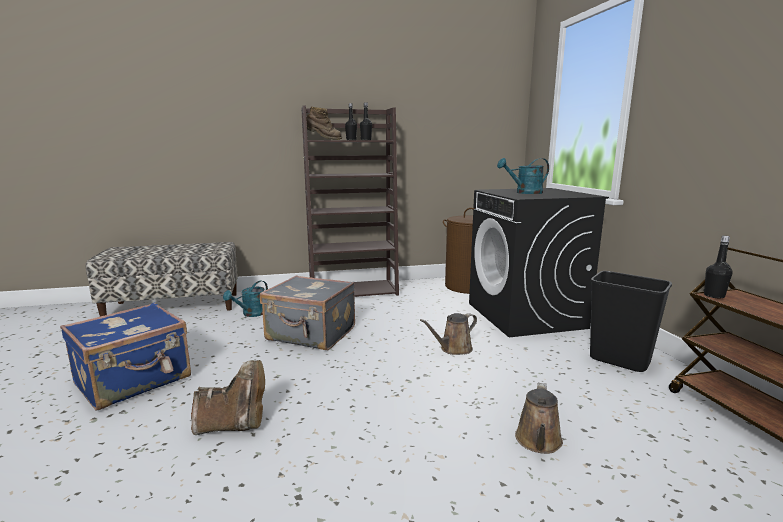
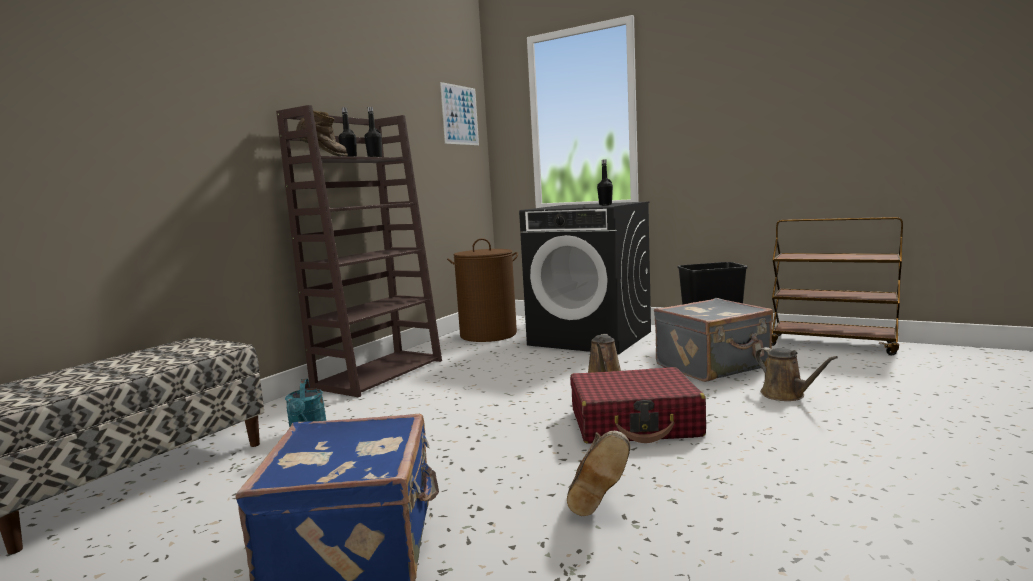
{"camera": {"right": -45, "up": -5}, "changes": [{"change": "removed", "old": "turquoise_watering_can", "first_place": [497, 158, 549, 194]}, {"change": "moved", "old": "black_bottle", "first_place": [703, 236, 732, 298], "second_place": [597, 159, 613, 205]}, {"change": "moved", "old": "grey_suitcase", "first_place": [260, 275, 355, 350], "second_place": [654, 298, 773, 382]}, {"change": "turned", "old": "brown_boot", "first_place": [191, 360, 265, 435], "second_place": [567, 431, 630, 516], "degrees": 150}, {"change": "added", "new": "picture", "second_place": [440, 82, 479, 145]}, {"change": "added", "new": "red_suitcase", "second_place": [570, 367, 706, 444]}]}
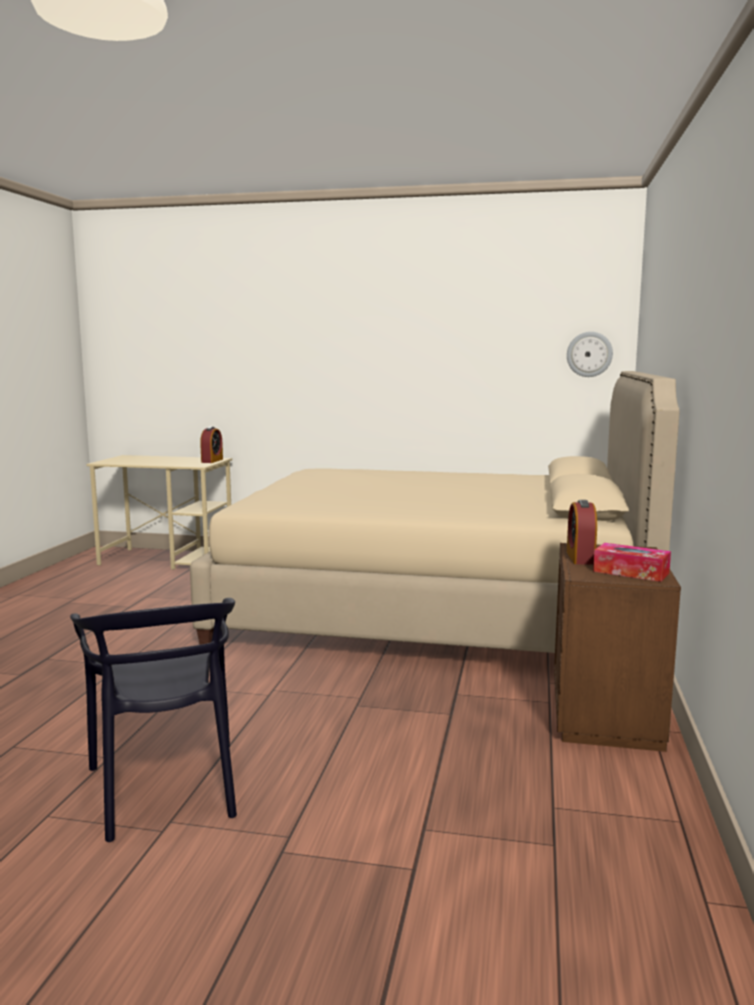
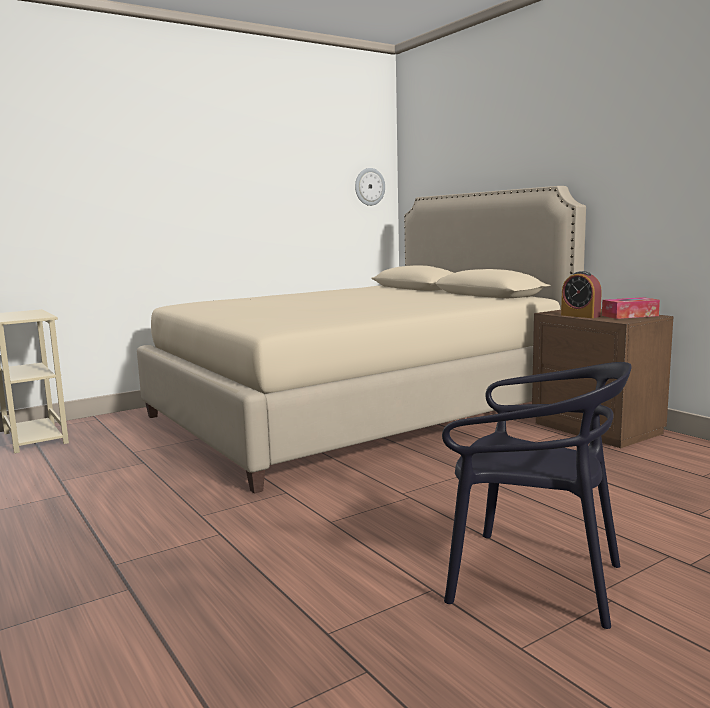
{"camera": {"right": -45, "up": 0}, "changes": [{"change": "removed", "old": "alarm_clock", "first_place": [200, 427, 223, 463]}]}
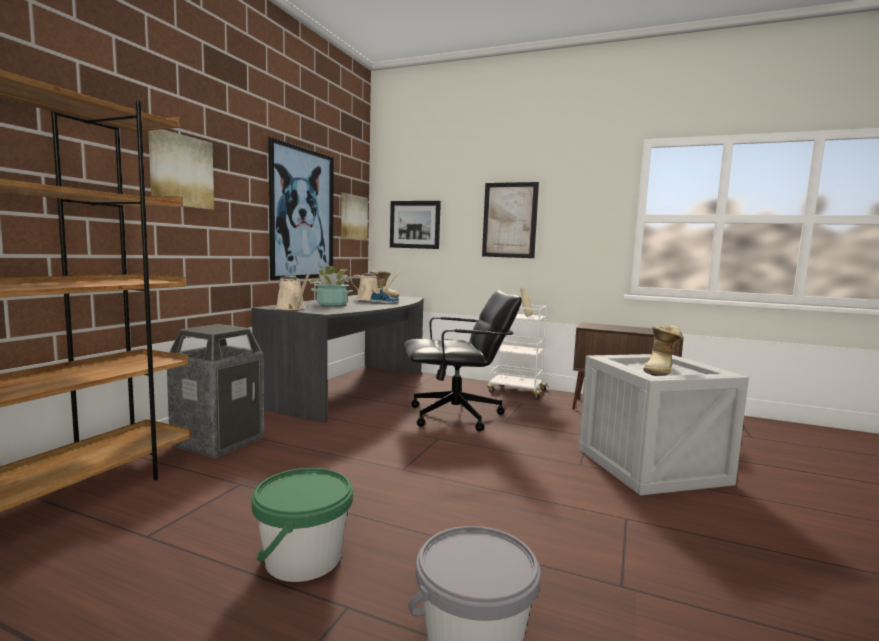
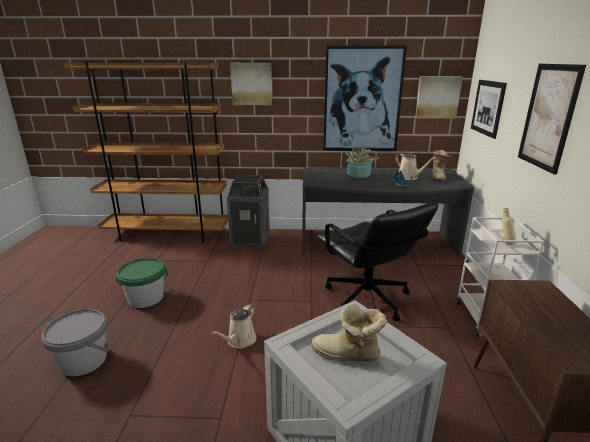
{"camera": {"right": 70, "up": 15}, "changes": [{"change": "moved", "old": "beige_watering_can", "first_place": [276, 274, 310, 310], "second_place": [212, 304, 257, 349]}]}
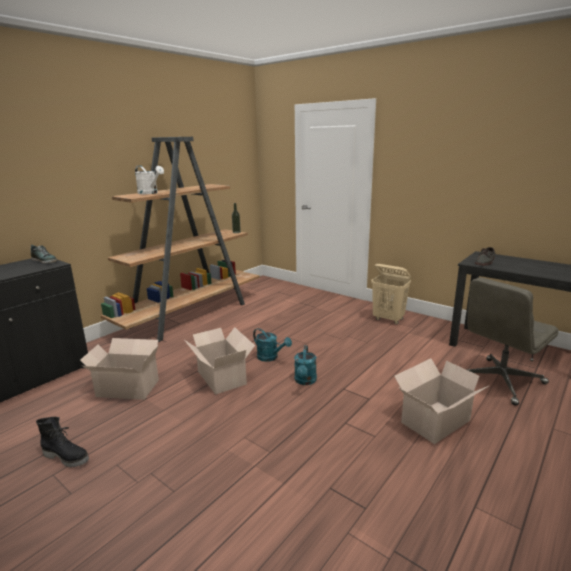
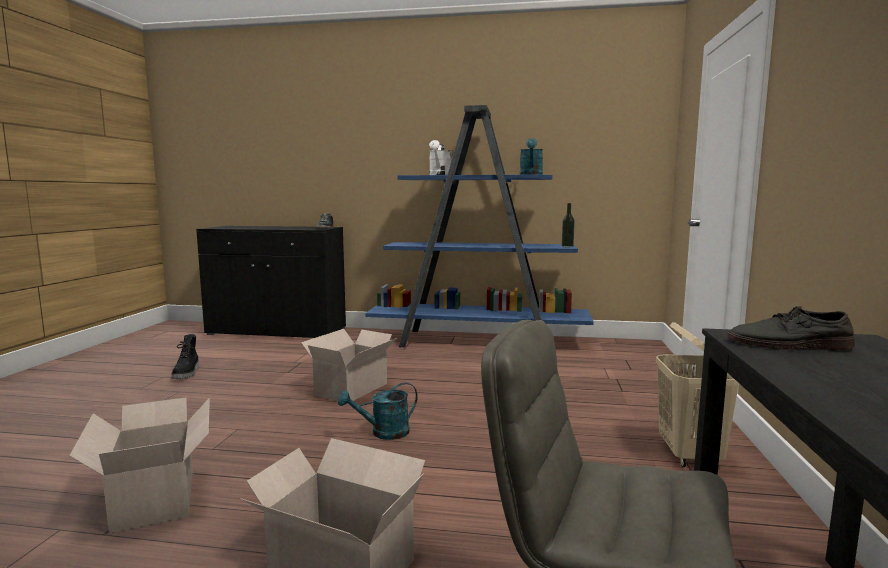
{"camera": {"right": 60, "up": -10}, "changes": [{"change": "recoloured", "old": "brown_bookcase", "new": "blue_bookcase", "first_place": [101, 137, 260, 342], "second_place": [365, 105, 594, 348]}, {"change": "moved", "old": "turquoise_watering_can", "first_place": [253, 328, 292, 362], "second_place": [520, 138, 543, 175]}, {"change": "moved", "old": "cardboard_box", "first_place": [80, 338, 159, 400], "second_place": [69, 398, 210, 533]}]}
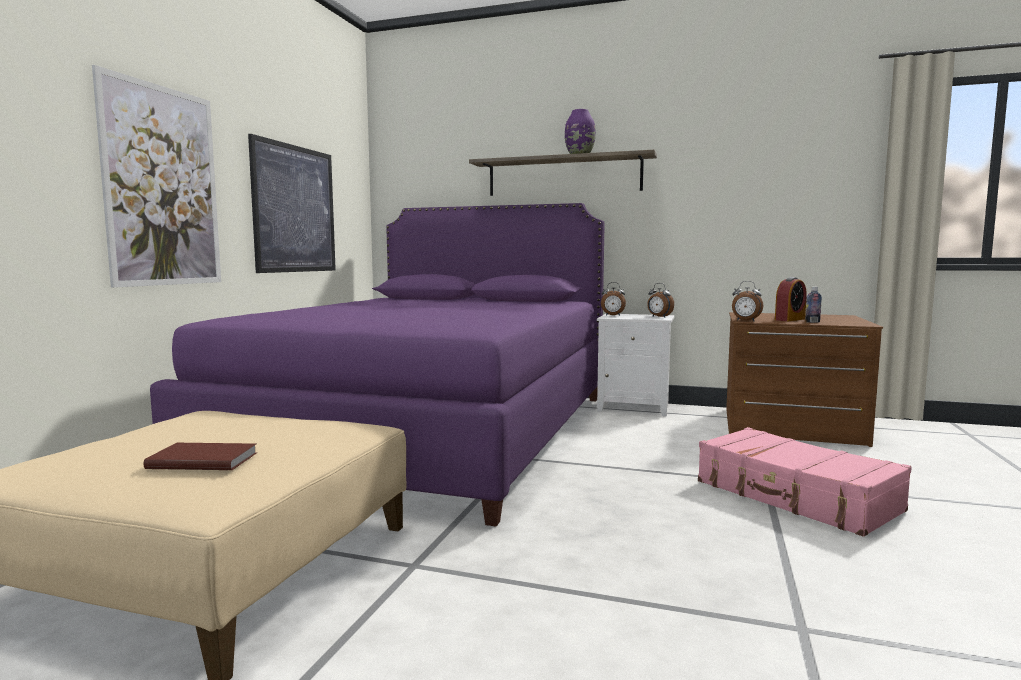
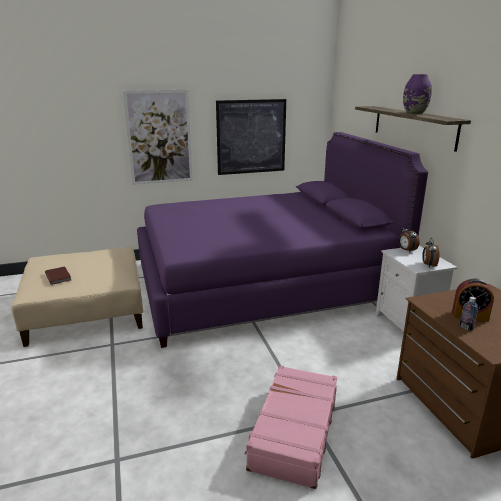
{"camera": {"right": 55, "up": 15}, "changes": [{"change": "removed", "old": "alarm_clock", "first_place": [732, 281, 763, 321]}]}
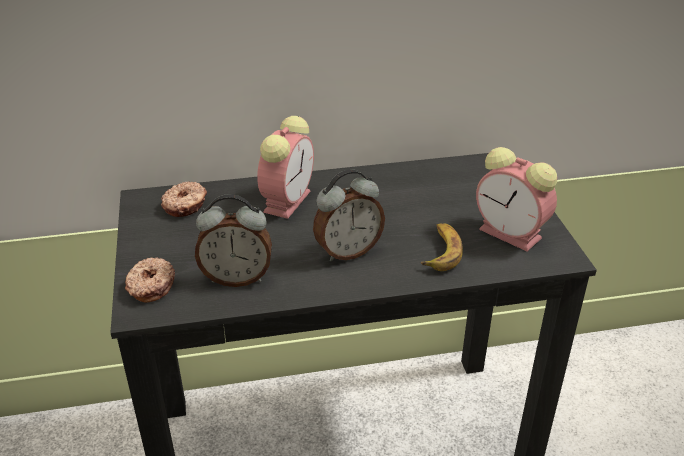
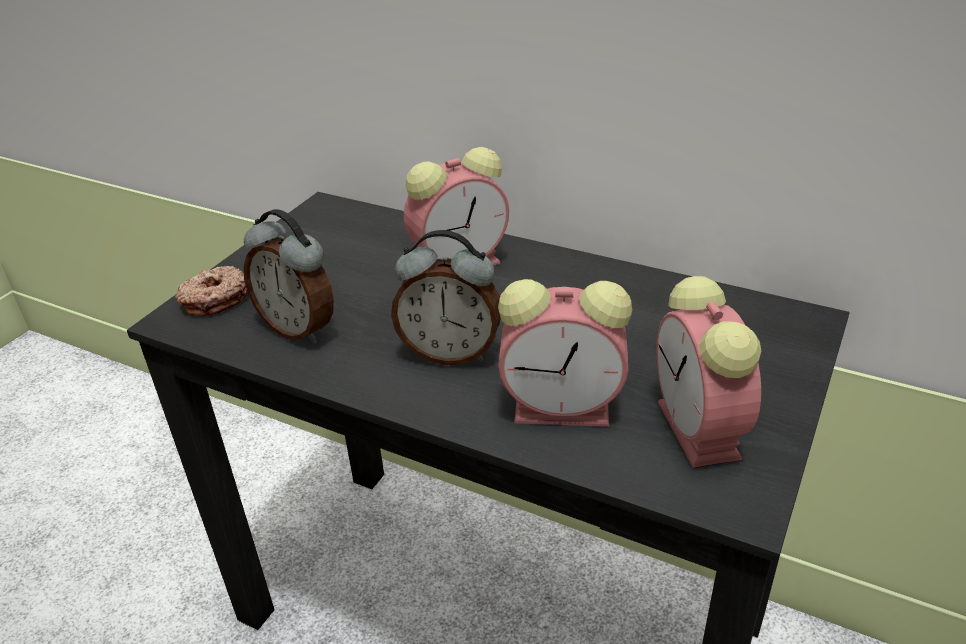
{"camera": {"right": 40, "up": 0}, "changes": [{"change": "removed", "old": "donut", "first_place": [161, 181, 207, 217]}, {"change": "replaced", "old": "banana", "new": "alarm_clock", "first_place": [421, 223, 463, 271], "second_place": [498, 279, 632, 427]}]}
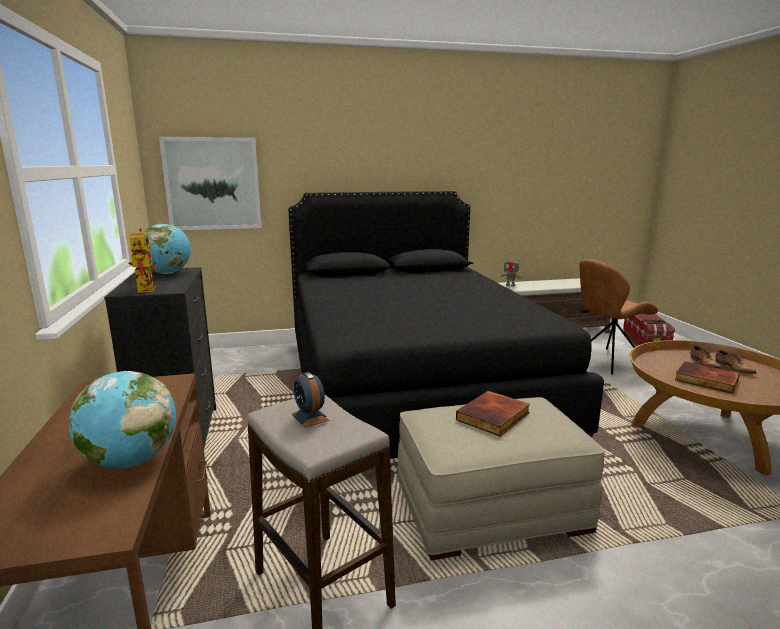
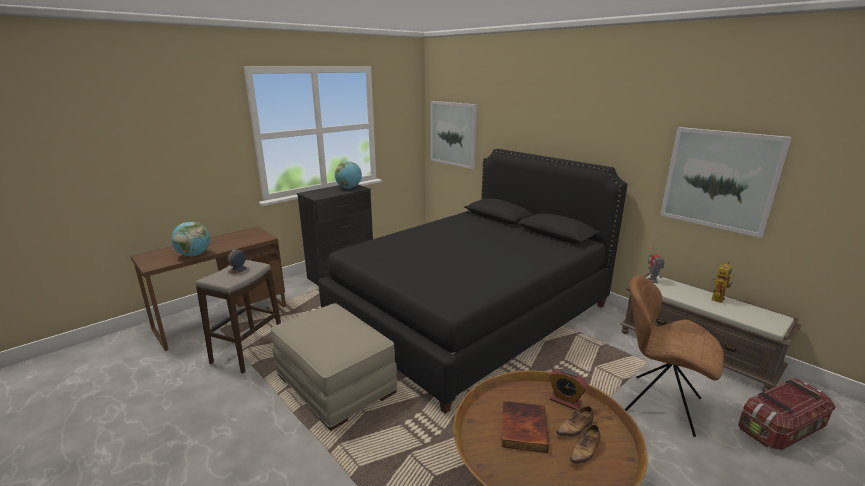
{"camera": {"right": 60, "up": 5}, "changes": [{"change": "moved", "old": "toy_robot", "first_place": [128, 228, 158, 293], "second_place": [711, 262, 733, 303]}, {"change": "removed", "old": "book", "first_place": [456, 391, 530, 436]}, {"change": "added", "new": "picture", "second_place": [660, 127, 791, 238]}, {"change": "added", "new": "alarm_clock", "second_place": [549, 369, 588, 410]}]}
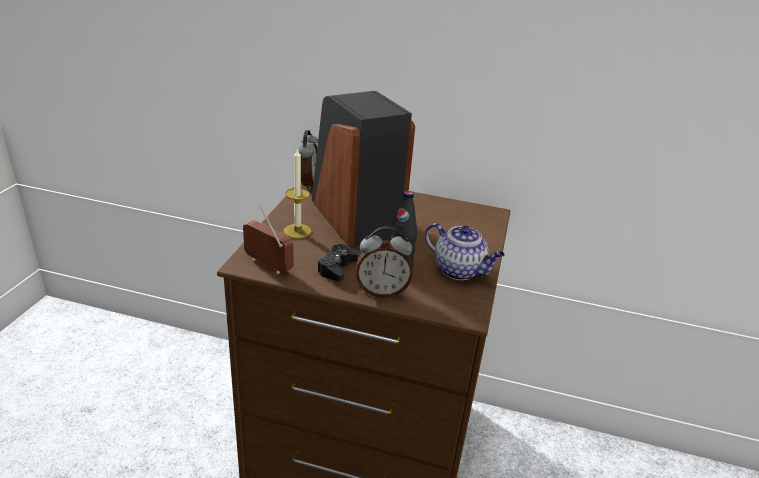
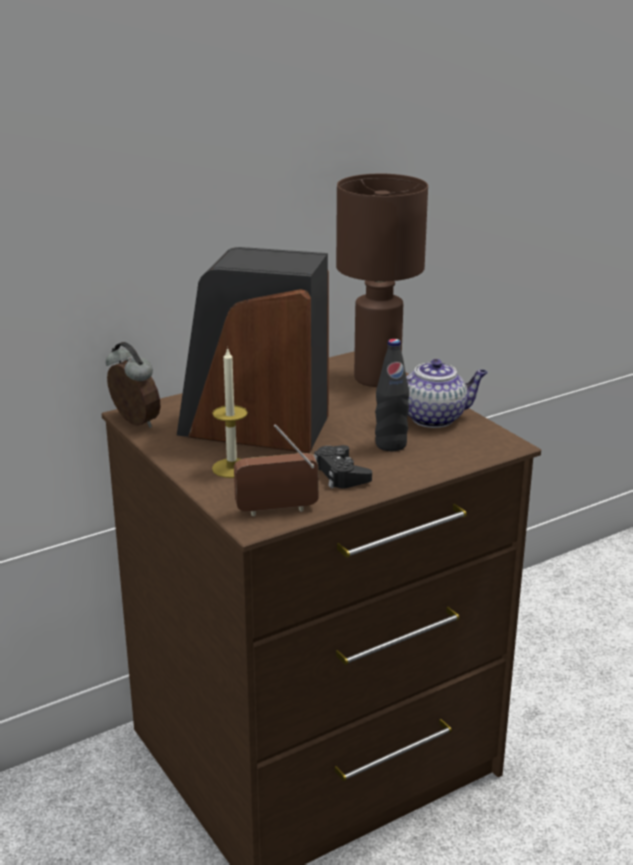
{"camera": {"right": -45, "up": -5}, "changes": [{"change": "removed", "old": "alarm_clock", "first_place": [356, 227, 413, 298]}, {"change": "added", "new": "brown_table_lamp", "second_place": [336, 174, 428, 387]}]}
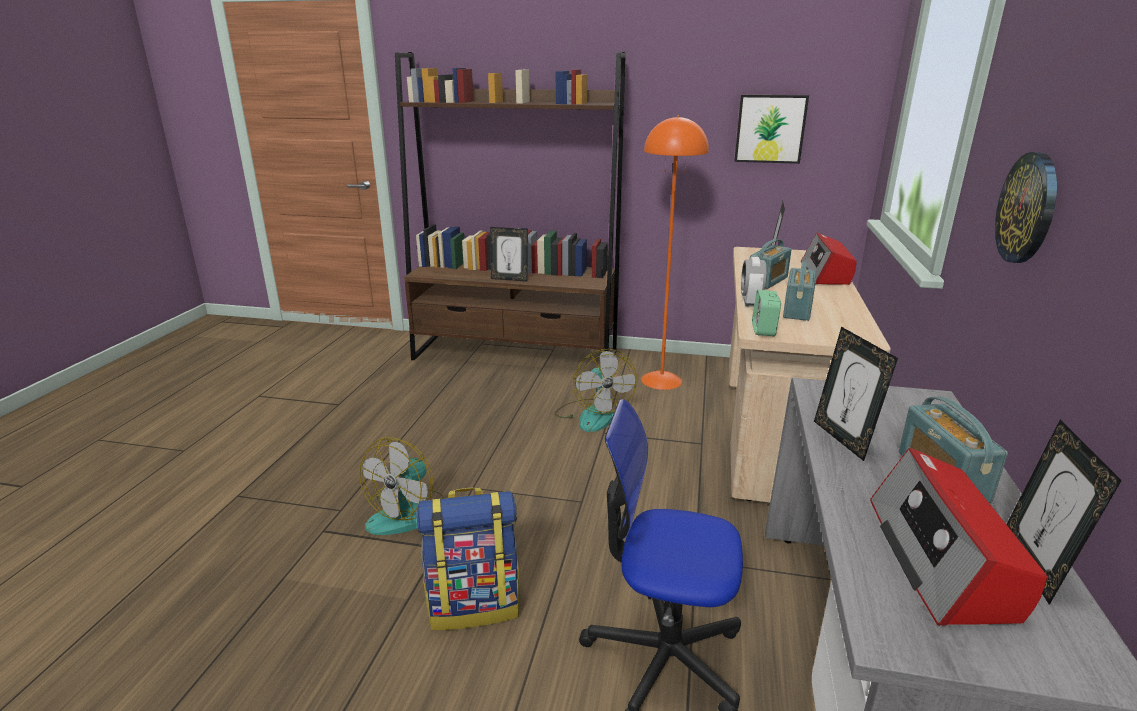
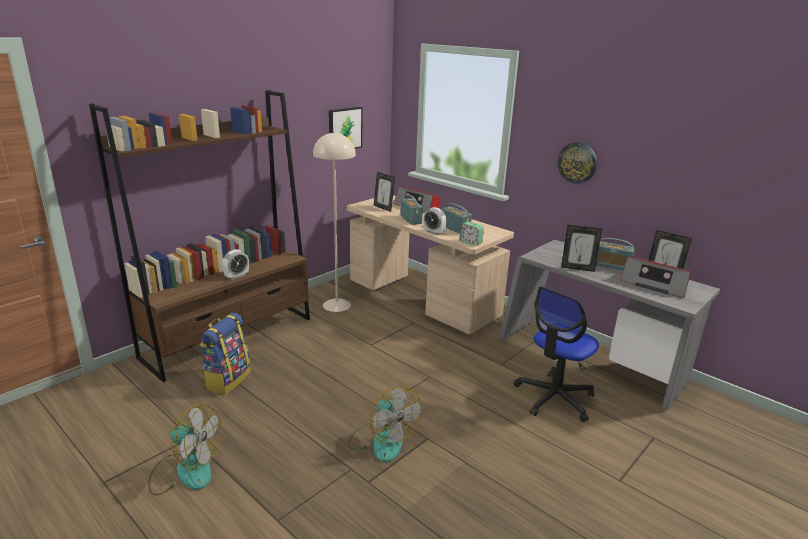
{"camera": {"right": -60, "up": 0}, "changes": [{"change": "recoloured", "old": "orange_floor_lamp", "new": "beige_floor_lamp", "first_place": [641, 115, 709, 390], "second_place": [313, 132, 356, 312]}, {"change": "replaced", "old": "picture_frame", "new": "alarm_clock", "first_place": [490, 227, 528, 282], "second_place": [222, 249, 249, 280]}, {"change": "moved", "old": "fan", "first_place": [555, 349, 637, 432], "second_place": [148, 403, 222, 495]}, {"change": "moved", "old": "backpack", "first_place": [416, 488, 519, 630], "second_place": [200, 313, 251, 395]}]}
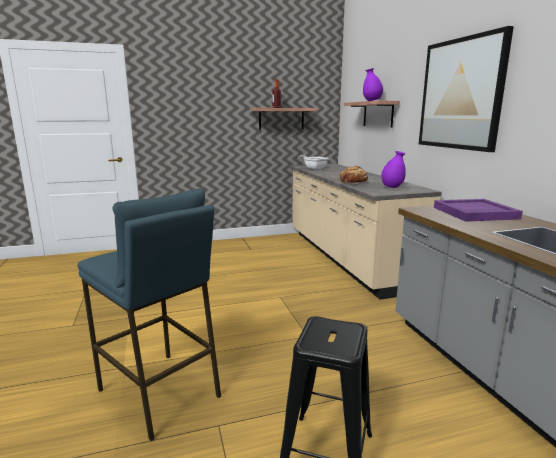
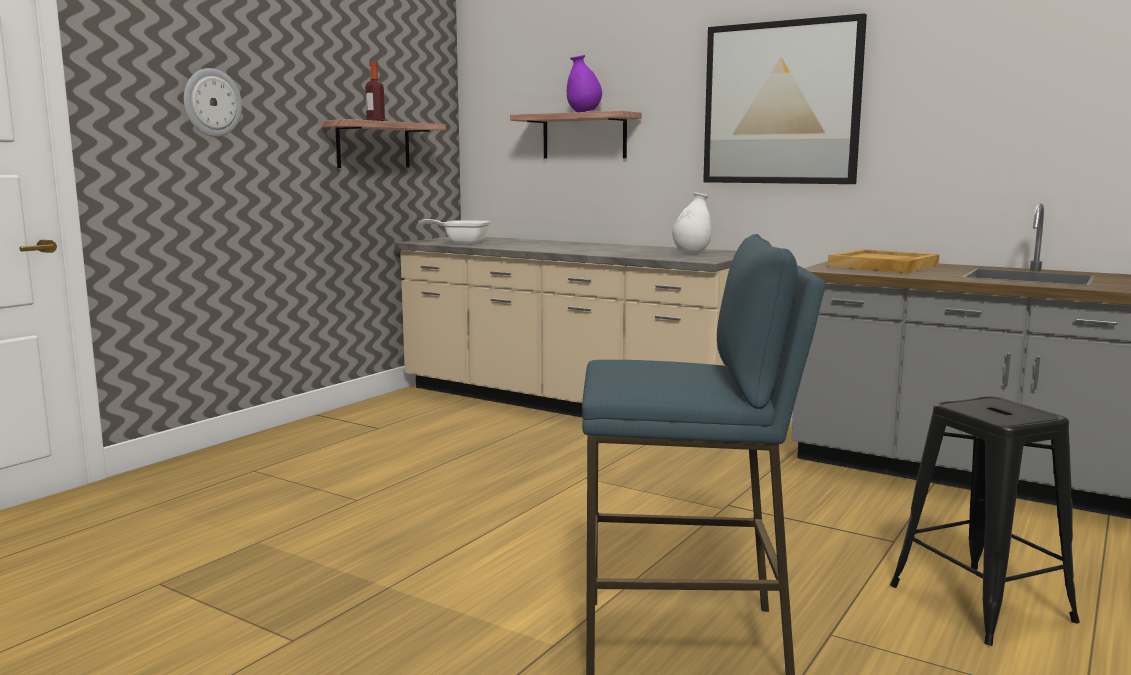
{"camera": {"right": -40, "up": -5}, "changes": [{"change": "recoloured", "old": "purple_vase", "new": "white_vase", "first_place": [381, 151, 406, 188], "second_place": [672, 192, 712, 254]}, {"change": "removed", "old": "bread", "first_place": [340, 166, 368, 183]}, {"change": "recoloured", "old": "purple_tray", "new": "beige_tray", "first_place": [434, 199, 523, 222], "second_place": [828, 249, 940, 273]}, {"change": "added", "new": "wall_clock", "second_place": [184, 68, 242, 137]}]}
